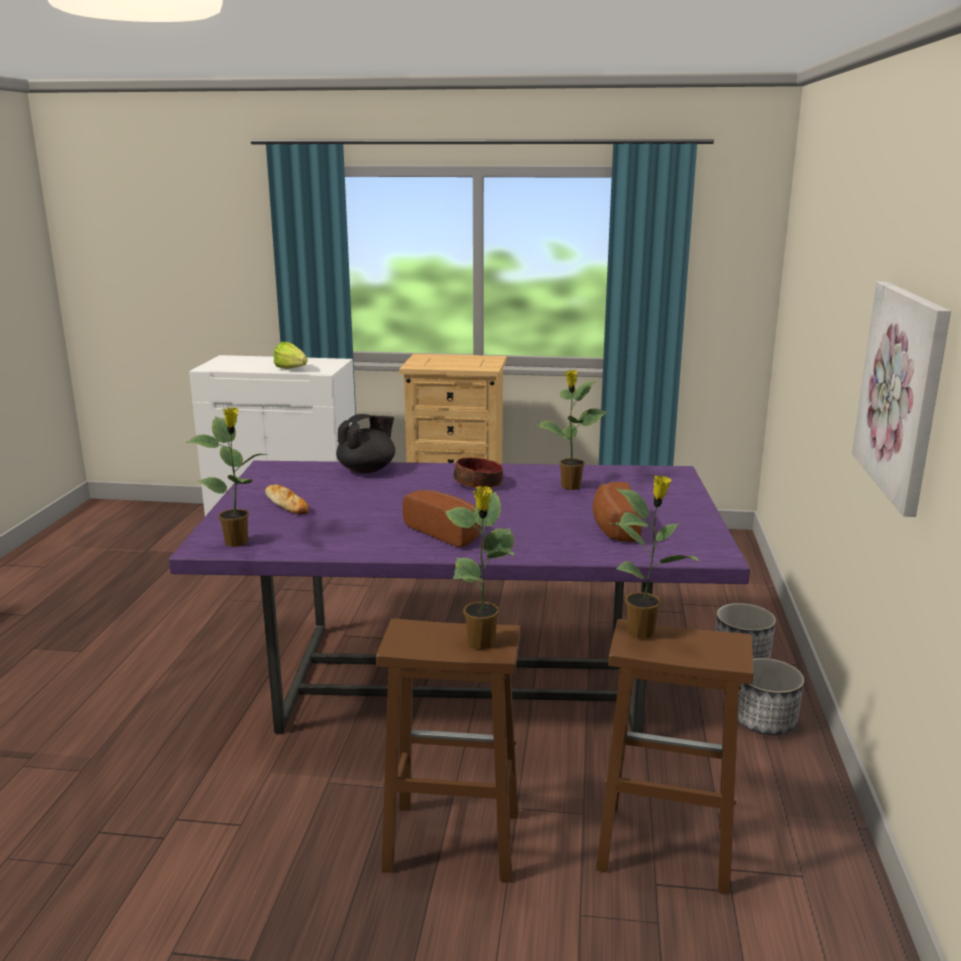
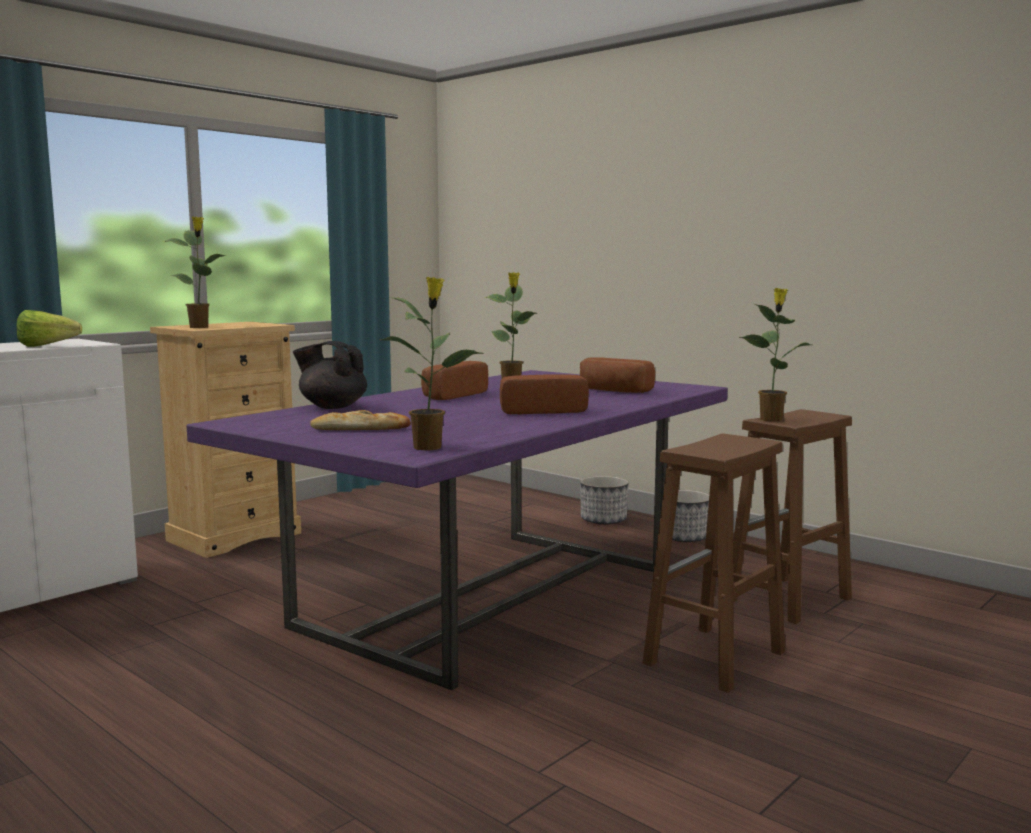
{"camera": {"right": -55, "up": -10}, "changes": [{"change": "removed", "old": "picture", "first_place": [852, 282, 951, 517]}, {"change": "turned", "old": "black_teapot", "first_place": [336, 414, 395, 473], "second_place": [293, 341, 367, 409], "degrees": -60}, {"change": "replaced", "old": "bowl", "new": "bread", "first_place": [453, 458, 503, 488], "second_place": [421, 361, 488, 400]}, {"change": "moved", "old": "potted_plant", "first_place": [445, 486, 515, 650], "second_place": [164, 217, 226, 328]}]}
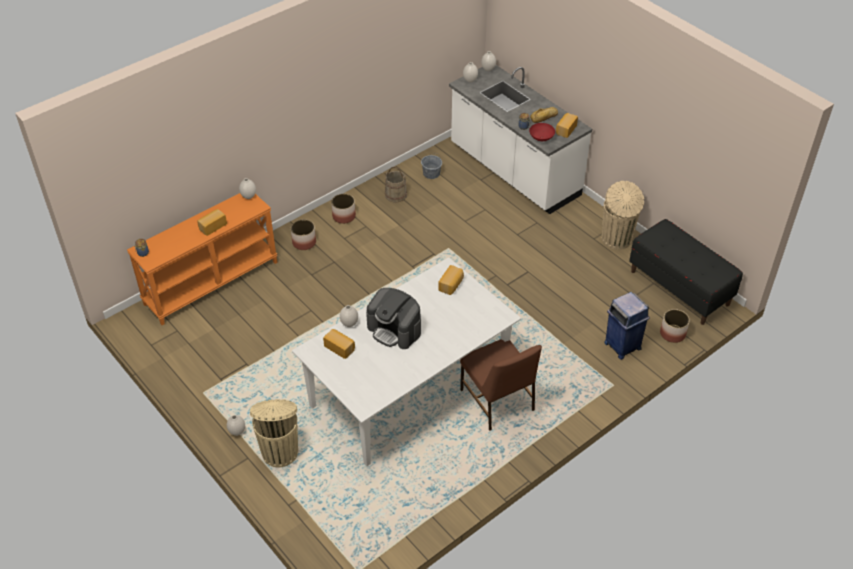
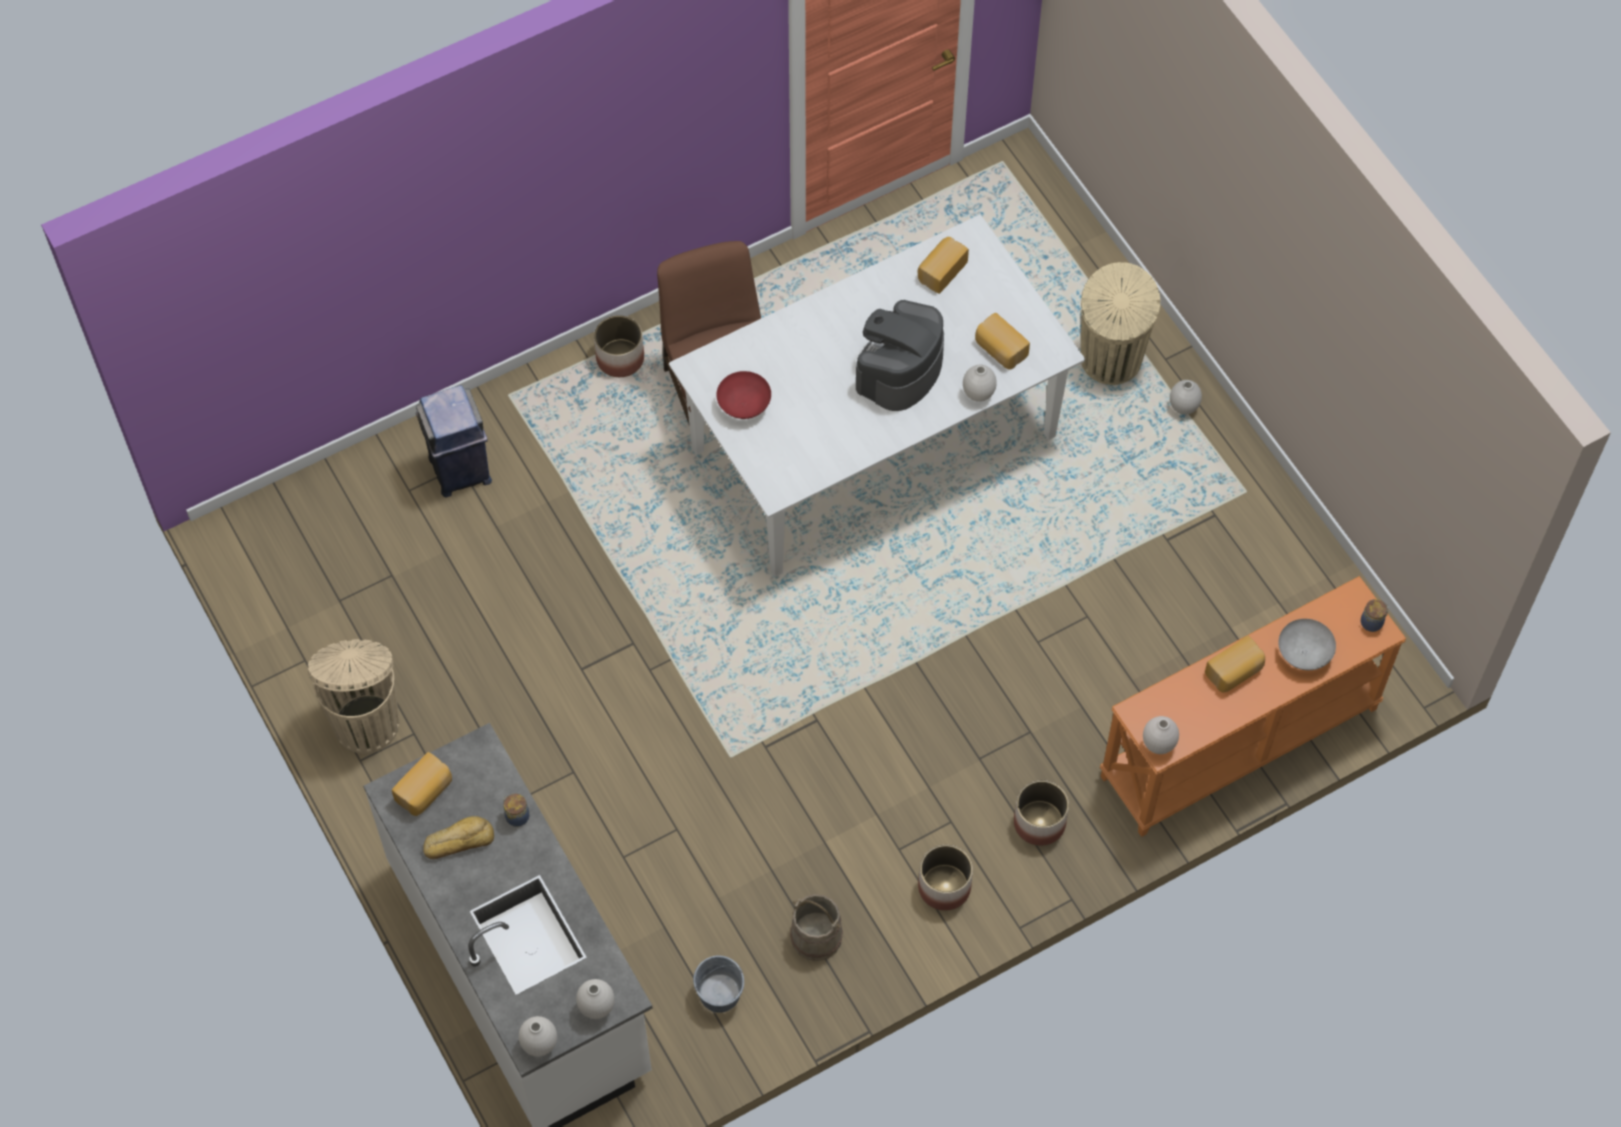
{"camera": {"right": -170, "up": 15}, "changes": [{"change": "moved", "old": "red_bowl", "first_place": [529, 123, 555, 141], "second_place": [716, 371, 771, 419]}, {"change": "removed", "old": "black_bench", "first_place": [629, 219, 743, 325]}, {"change": "moved", "old": "bread", "first_place": [438, 265, 464, 295], "second_place": [918, 237, 969, 294]}, {"change": "turned", "old": "coffee_machine", "first_place": [366, 288, 421, 349], "second_place": [856, 300, 944, 411], "degrees": -105}, {"change": "moved", "old": "planter", "first_place": [660, 309, 690, 343], "second_place": [594, 315, 644, 377]}, {"change": "added", "new": "grey_bowl", "second_place": [1278, 619, 1336, 670]}]}
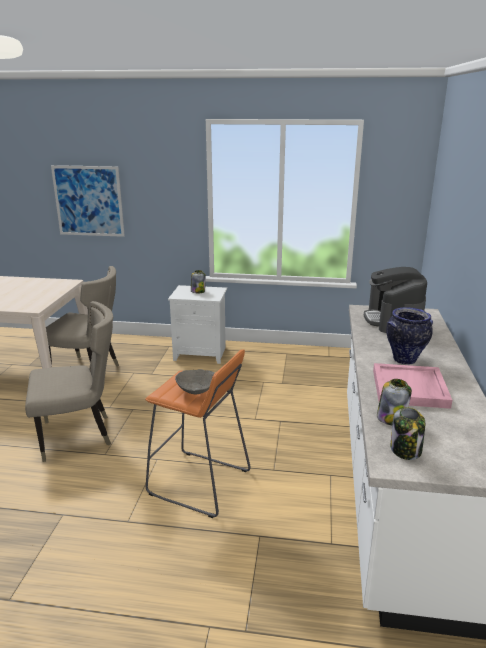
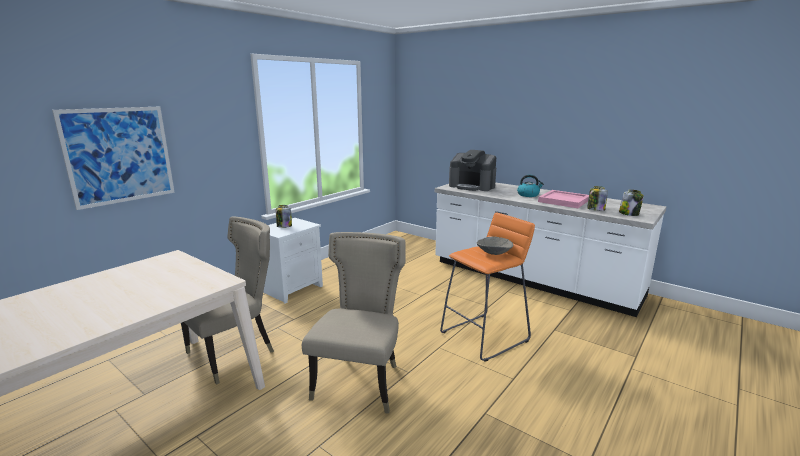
{"camera": {"right": -60, "up": -5}, "changes": [{"change": "replaced", "old": "vase", "new": "kettle", "first_place": [386, 307, 433, 365], "second_place": [517, 175, 544, 197]}]}
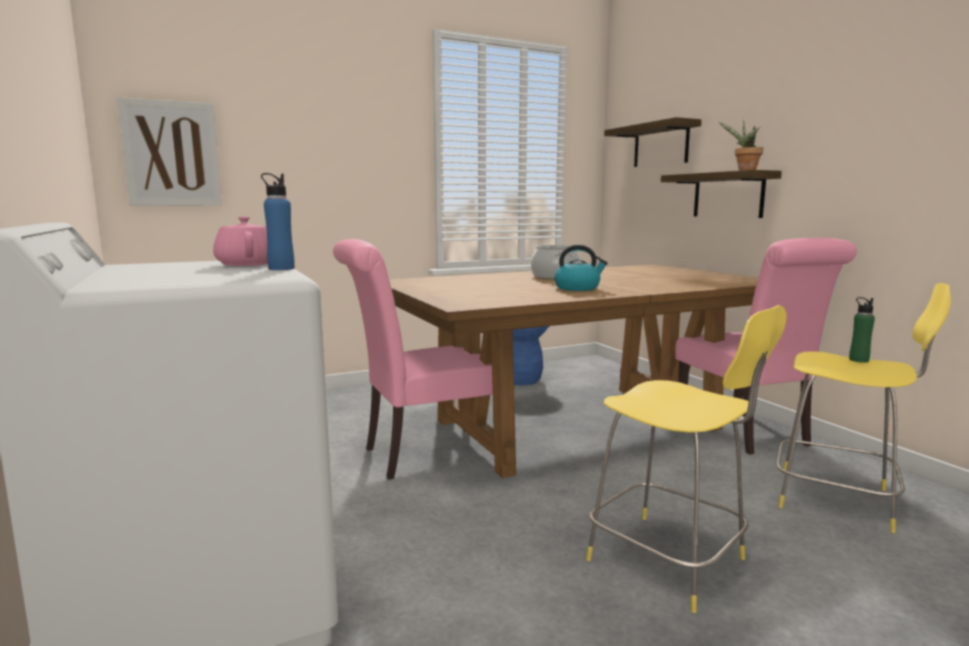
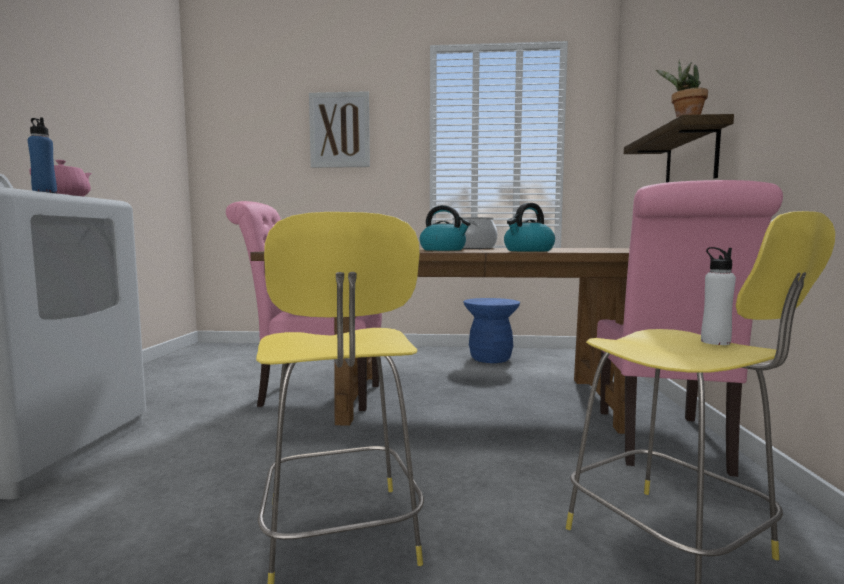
{"camera": {"right": 30, "up": -5}, "changes": [{"change": "moved", "old": "picture", "first_place": [117, 97, 222, 206], "second_place": [309, 91, 370, 168]}, {"change": "removed", "old": "shelf", "first_place": [604, 117, 702, 167]}, {"change": "recoloured", "old": "green_bottle", "new": "white_bottle", "first_place": [849, 297, 875, 363], "second_place": [701, 247, 736, 345]}, {"change": "added", "new": "kettle", "second_place": [504, 203, 555, 252]}]}
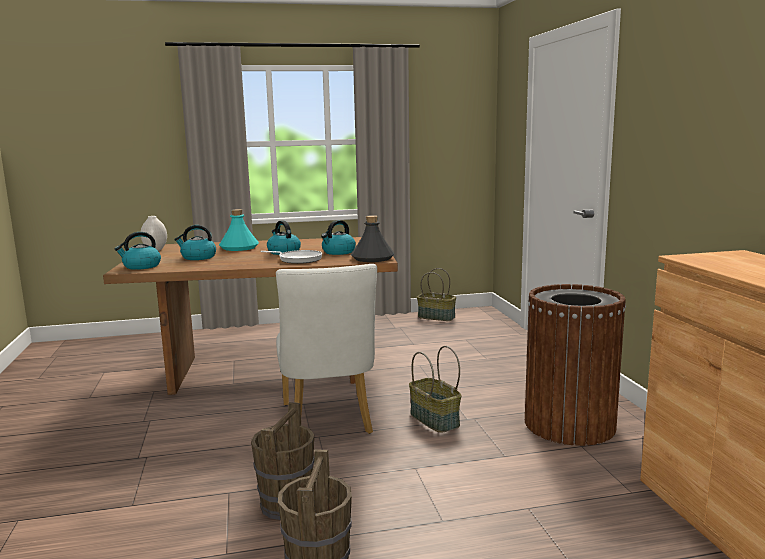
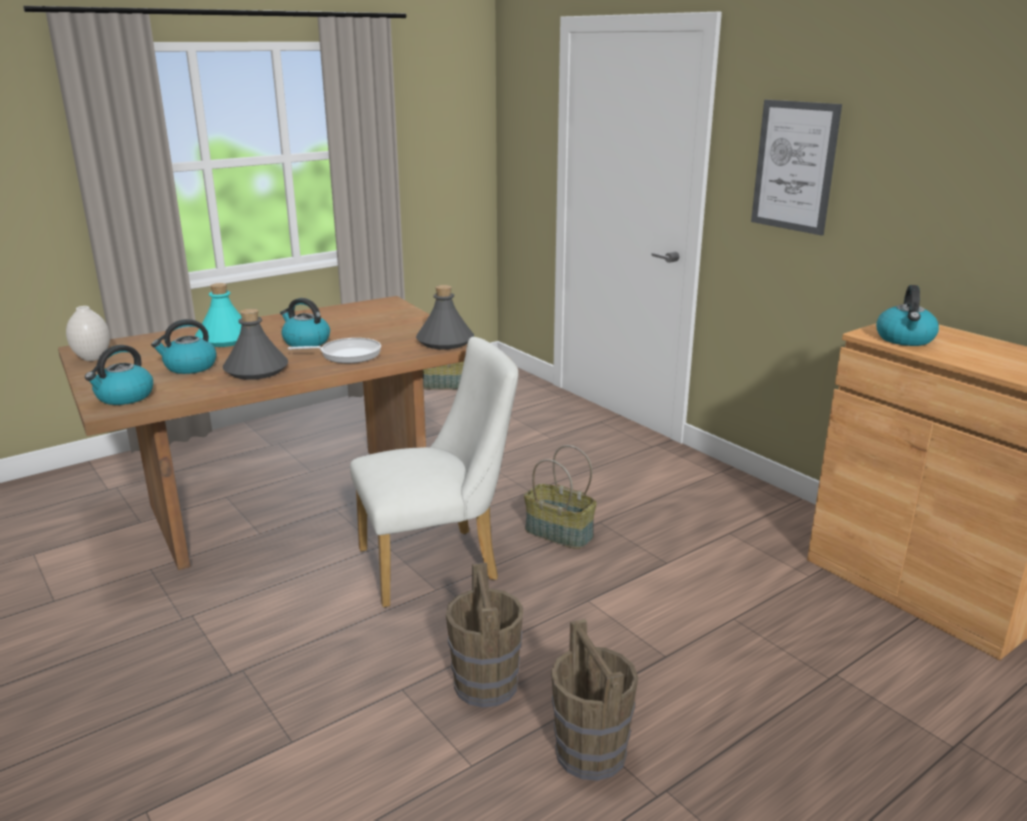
{"camera": {"right": -25, "up": 10}, "changes": [{"change": "moved", "old": "kettle", "first_place": [321, 220, 356, 255], "second_place": [876, 285, 939, 346]}, {"change": "turned", "old": "white_chair", "first_place": [276, 264, 377, 434], "second_place": [350, 337, 518, 608], "degrees": -75}, {"change": "removed", "old": "brown_trash_can", "first_place": [525, 284, 626, 446]}, {"change": "added", "new": "picture", "second_place": [751, 100, 842, 236]}, {"change": "added", "new": "grey_bottle", "second_place": [223, 309, 288, 380]}]}
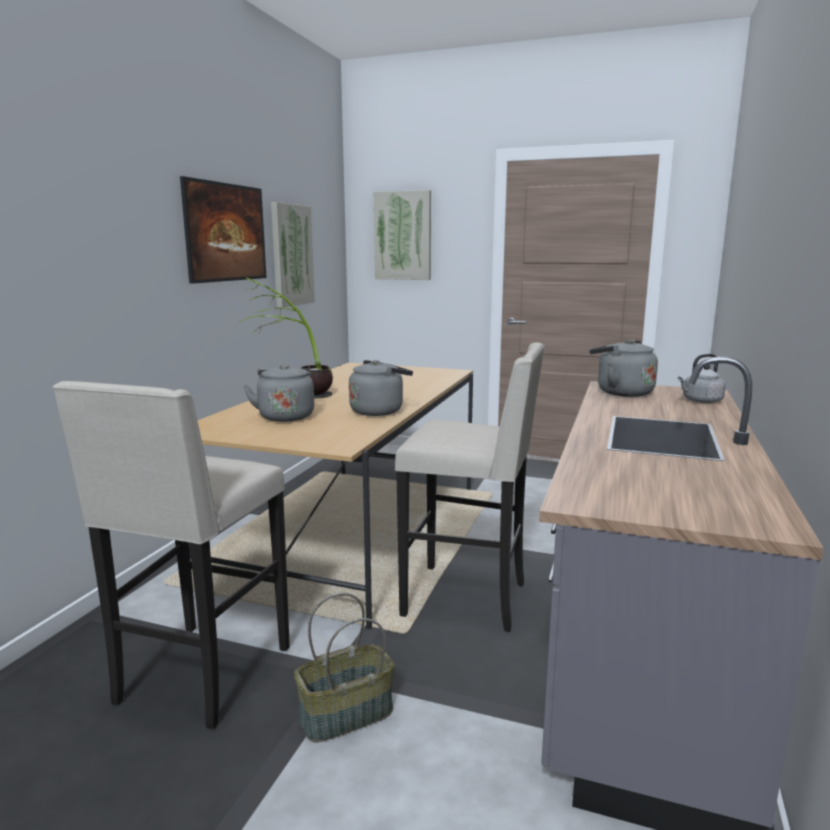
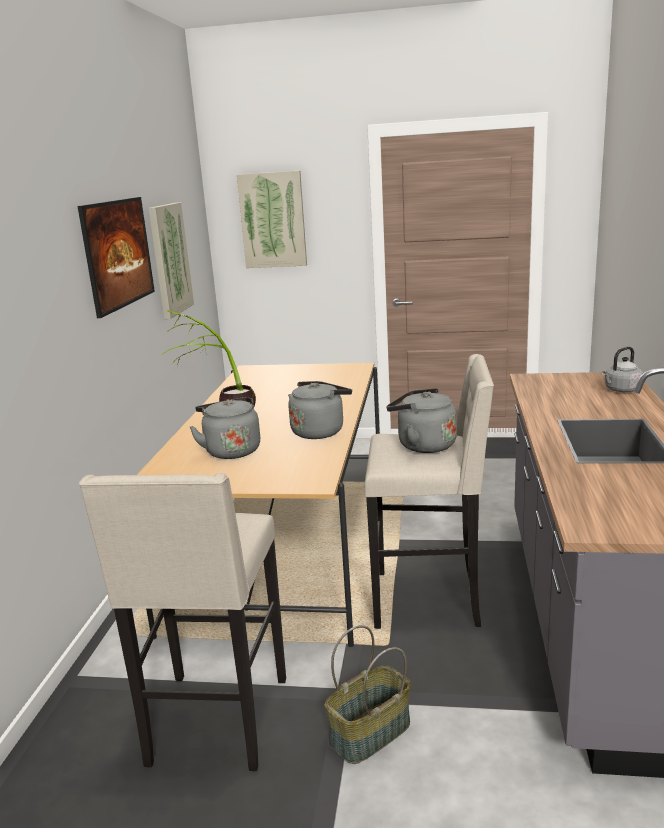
{"camera": {"right": -10, "up": 5}, "changes": [{"change": "moved", "old": "grey_kettle", "first_place": [589, 339, 658, 397], "second_place": [386, 388, 457, 453]}]}
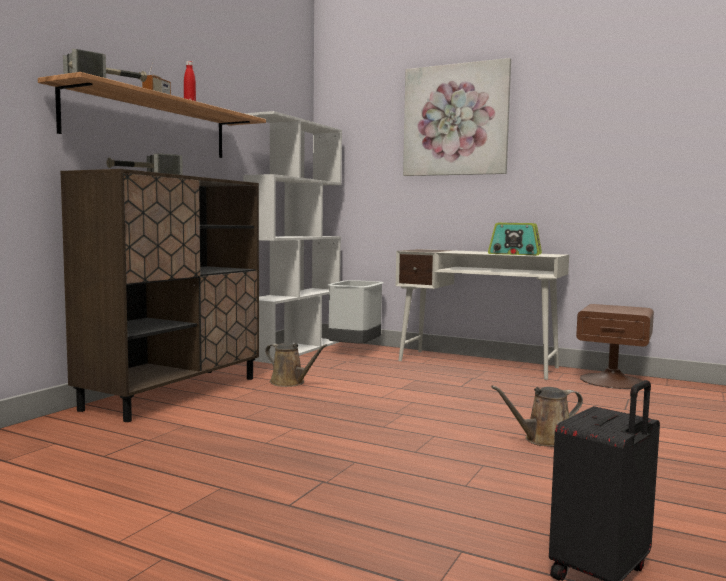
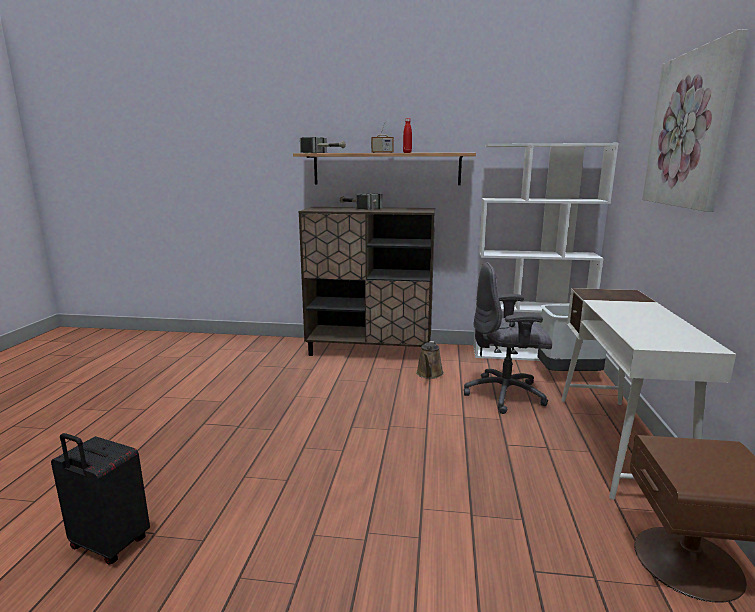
{"camera": {"right": 70, "up": 10}, "changes": [{"change": "removed", "old": "radio", "first_place": [488, 223, 542, 255]}, {"change": "removed", "old": "brown_watering_can", "first_place": [491, 385, 583, 447]}, {"change": "added", "new": "grey_office_chair", "second_place": [464, 262, 552, 414]}]}
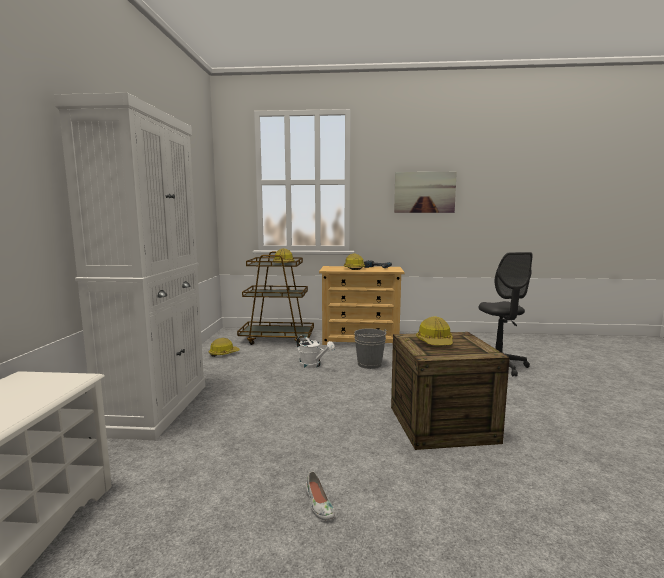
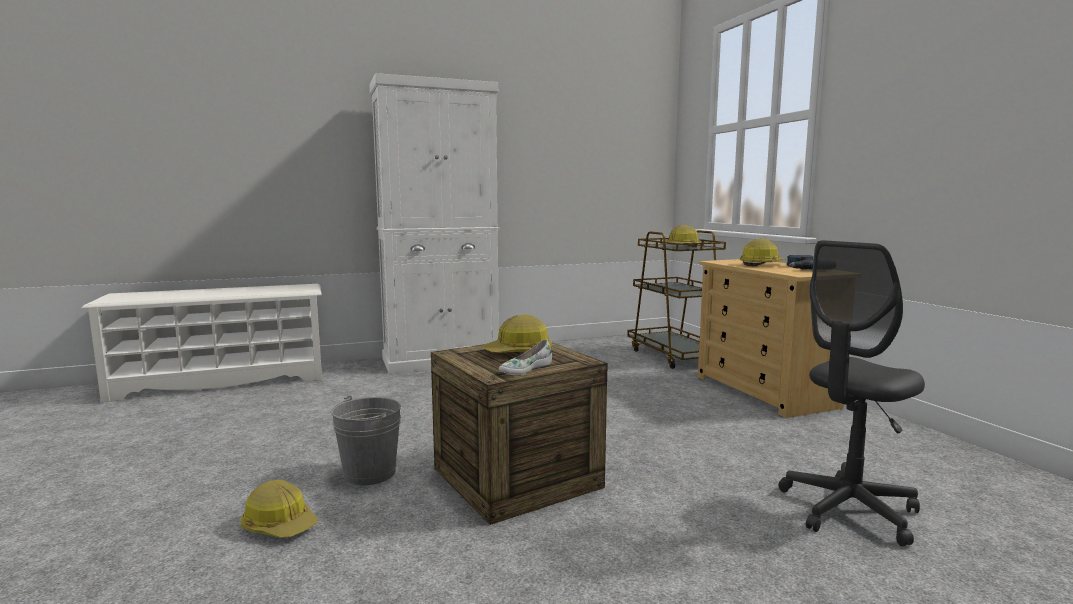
{"camera": {"right": 65, "up": 0}, "changes": [{"change": "removed", "old": "picture", "first_place": [394, 172, 457, 213]}, {"change": "moved", "old": "grey_bucket", "first_place": [354, 328, 387, 369], "second_place": [331, 395, 401, 485]}, {"change": "removed", "old": "white_watering_can", "first_place": [296, 335, 335, 368]}, {"change": "moved", "old": "hard_hat", "first_place": [209, 338, 240, 357], "second_place": [240, 480, 318, 538]}, {"change": "moved", "old": "white_shoe", "first_place": [305, 471, 335, 520], "second_place": [499, 340, 552, 375]}]}
